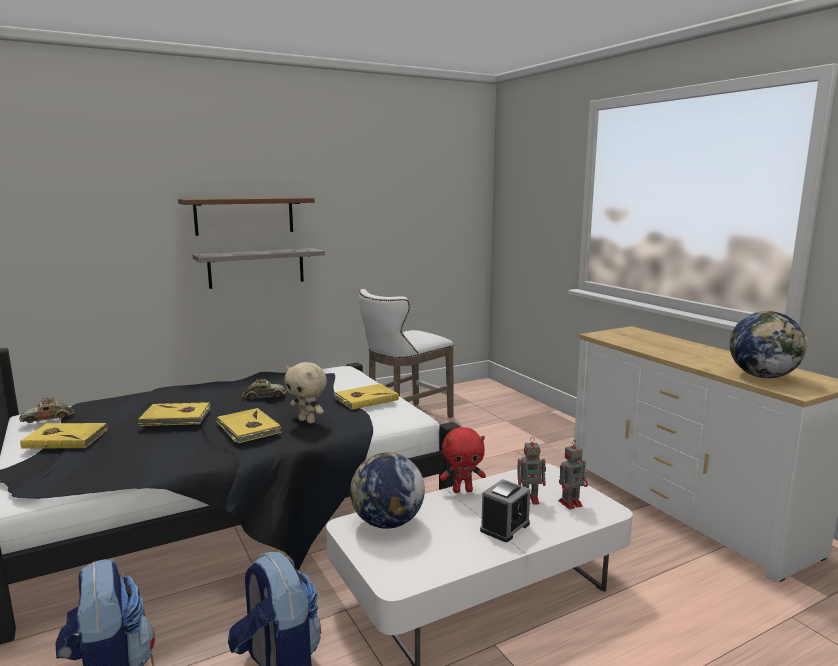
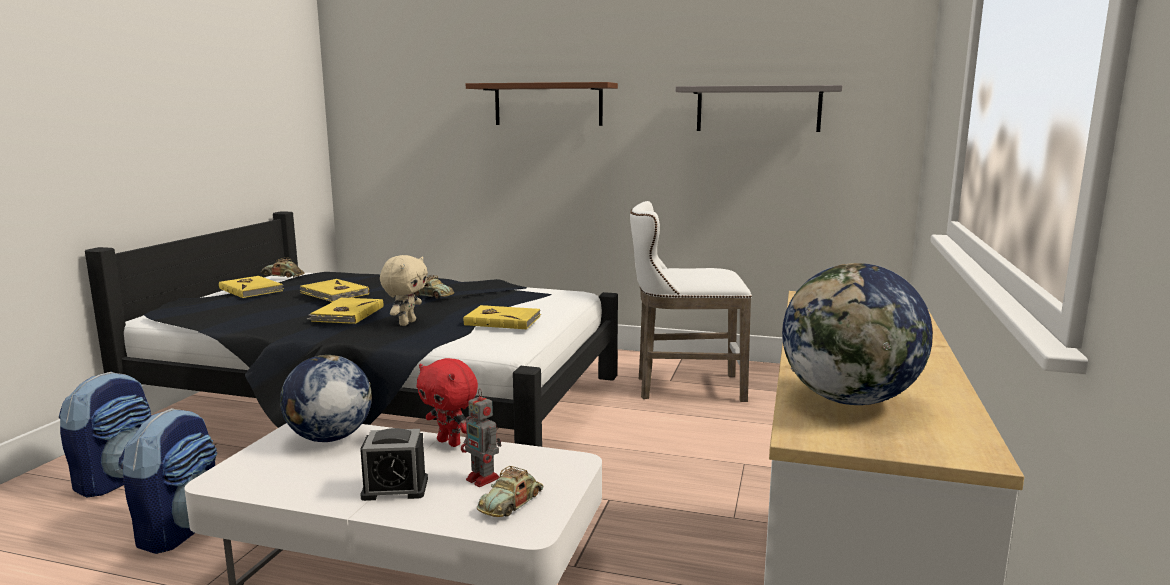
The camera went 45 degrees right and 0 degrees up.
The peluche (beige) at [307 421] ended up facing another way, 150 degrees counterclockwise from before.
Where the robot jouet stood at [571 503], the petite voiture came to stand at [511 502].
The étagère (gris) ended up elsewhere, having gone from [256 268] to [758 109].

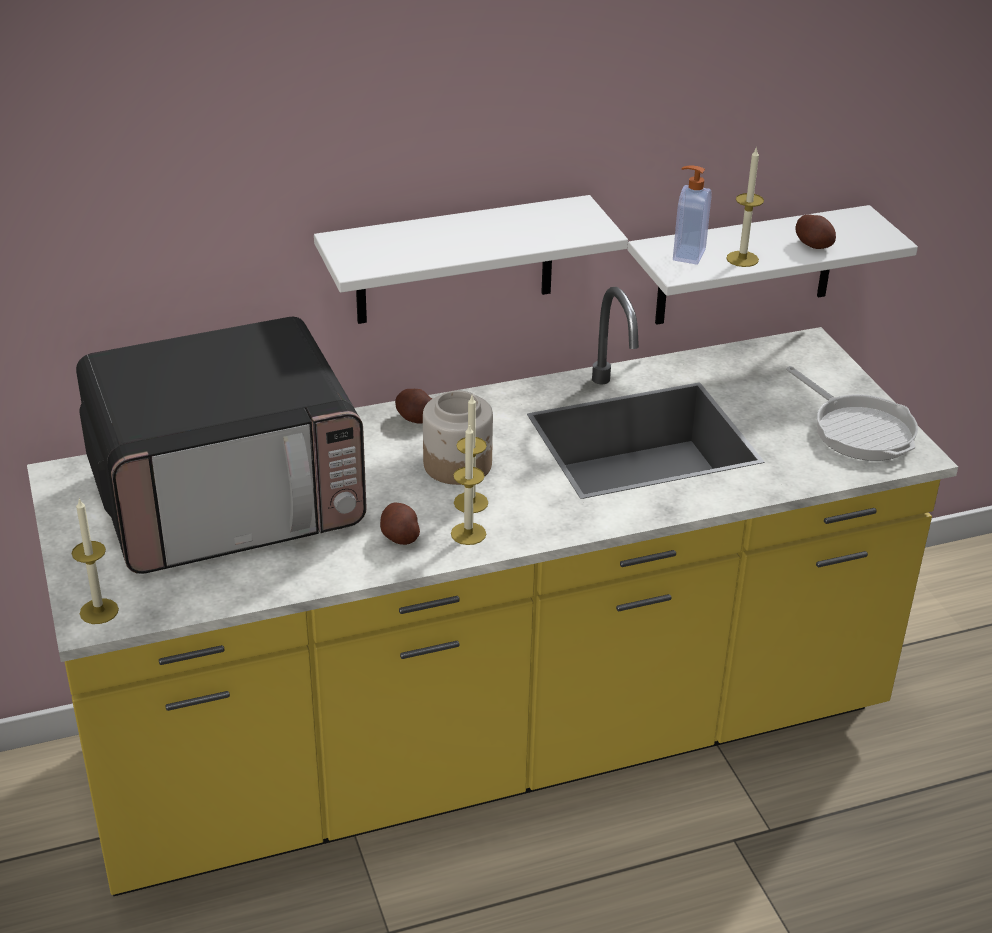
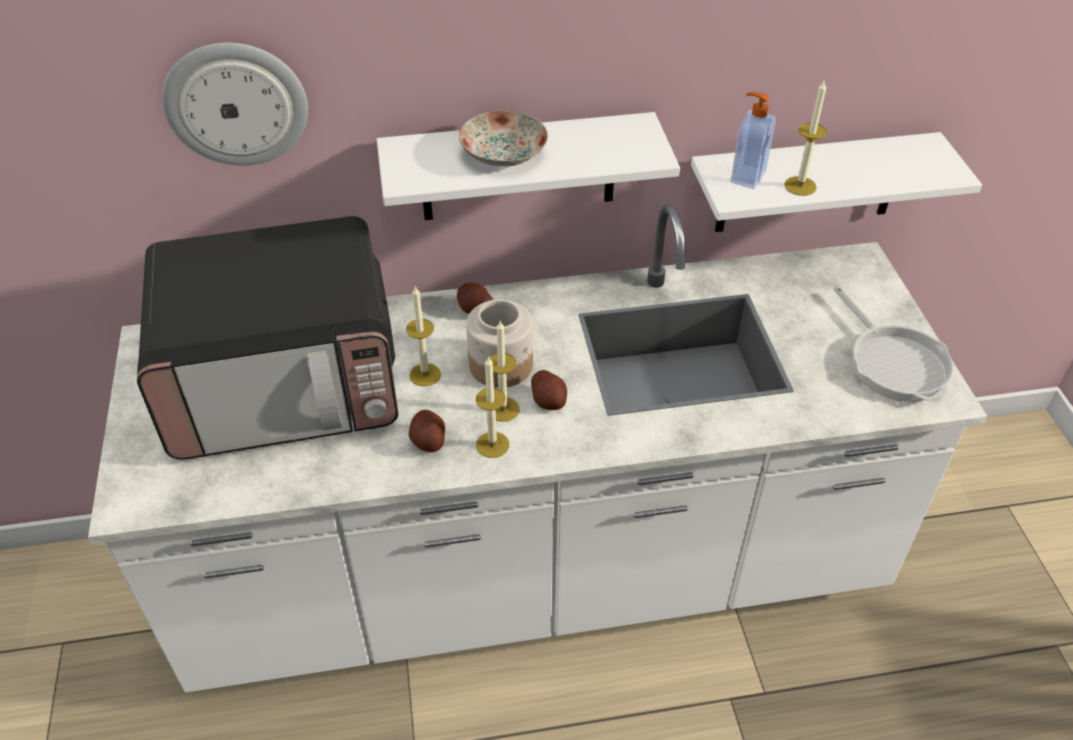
The camera went 10 degrees right and 10 degrees up.
What was the comptoir de cuisine (jaune) at [490 743] turned into the comptoir de cuisine (blanc) at [536 572].
The second view gained the horloge murale at [236 103].
The bougie ended up elsewhere, having gone from [99 611] to [425 374].
The second view gained the assiette at [502 154].
The pomme de terre ended up elsewhere, having gone from [814 245] to [549 400].

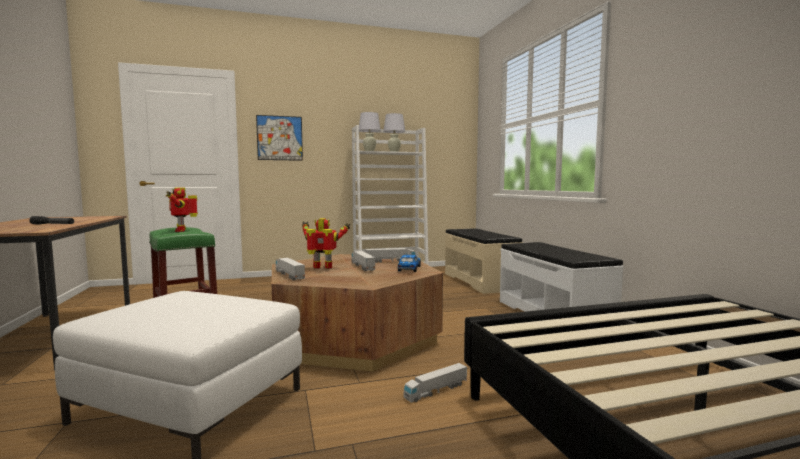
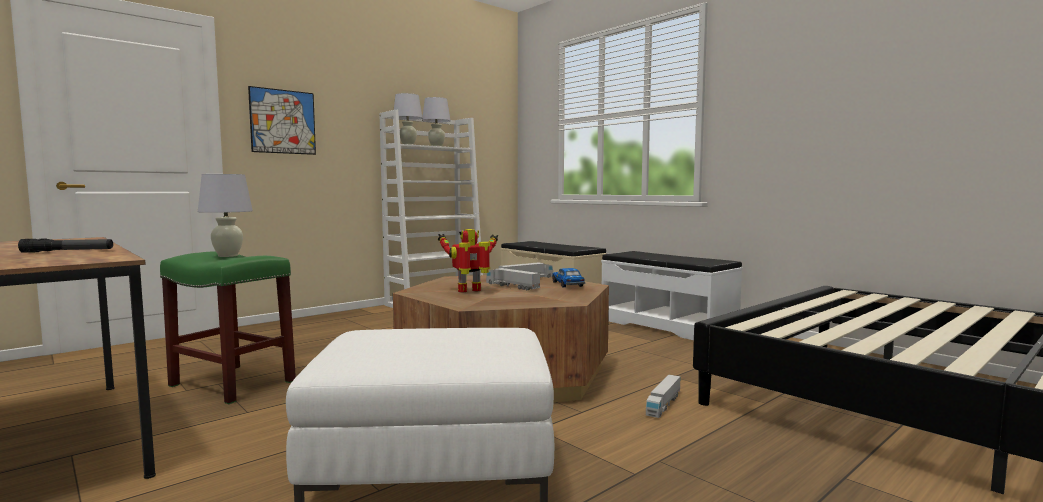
The camera went 25 degrees left and 0 degrees up.
Where the robot jouet stood at [182 230], the lampe de table (blanc) came to stand at [228 256].
The second view lost the camion jouet at [289 275].

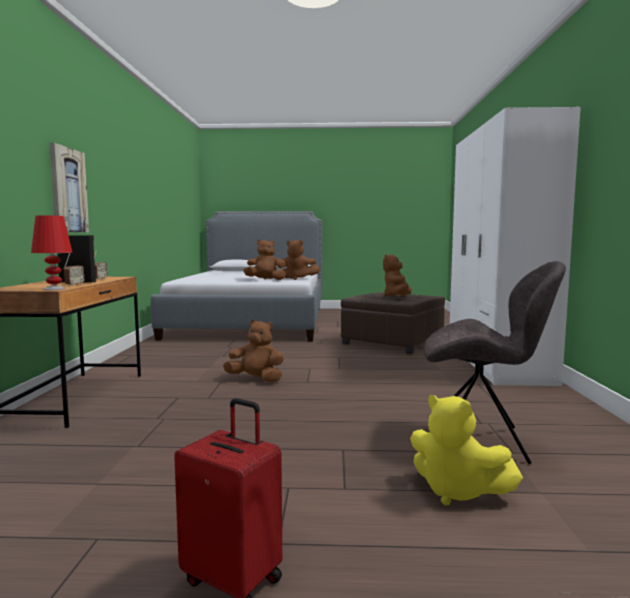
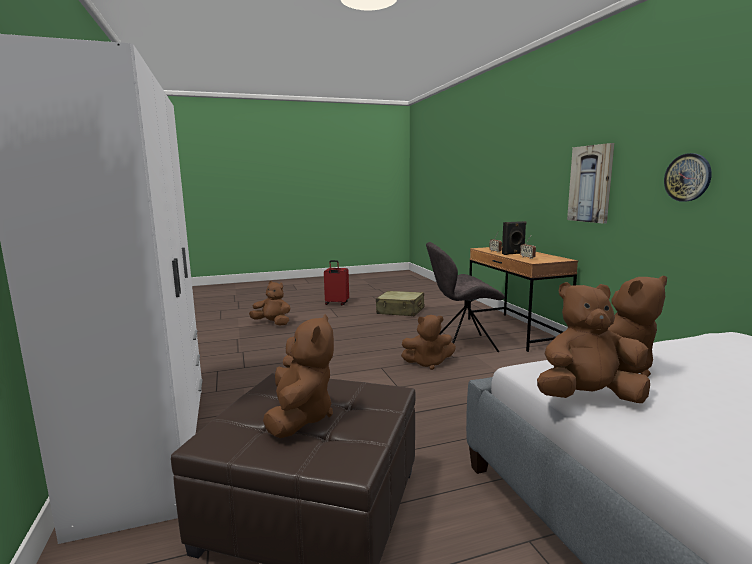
The camera went 160 degrees right and 5 degrees up.
What was the peluche (jaune) at [456 491] turned into the peluche (marron) at [272 323].
The second view gained the valise (beige) at [400 311].
The chaise (gris) ended up elsewhere, having gone from [481 441] to [462 345].
The second view gained the horloge murale at [687 177].
The second view lost the lampe de table (rouge) at [54 289].

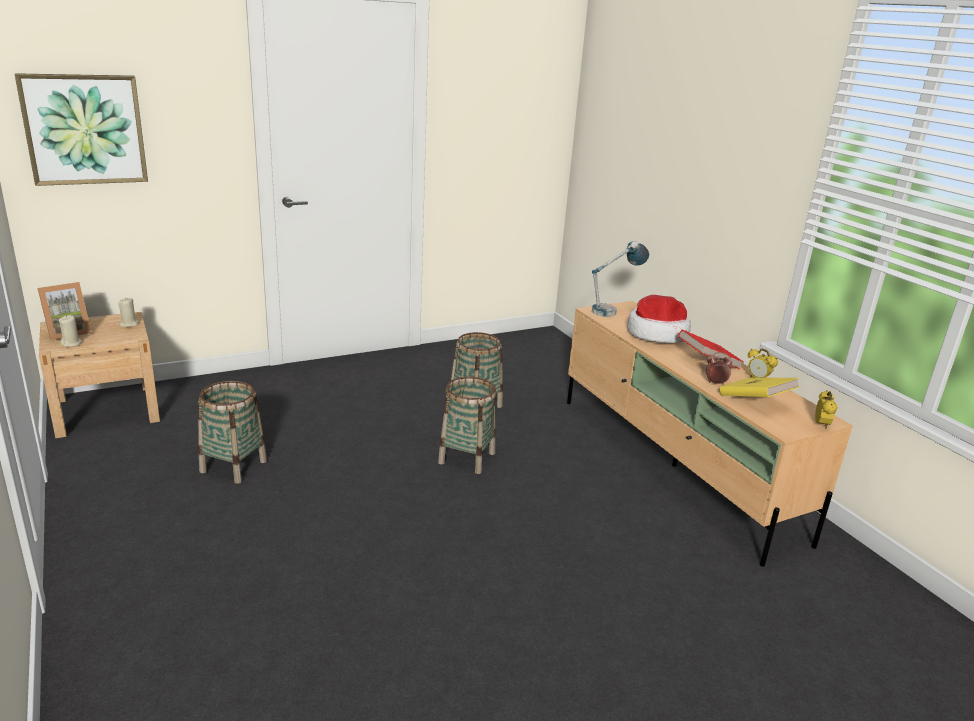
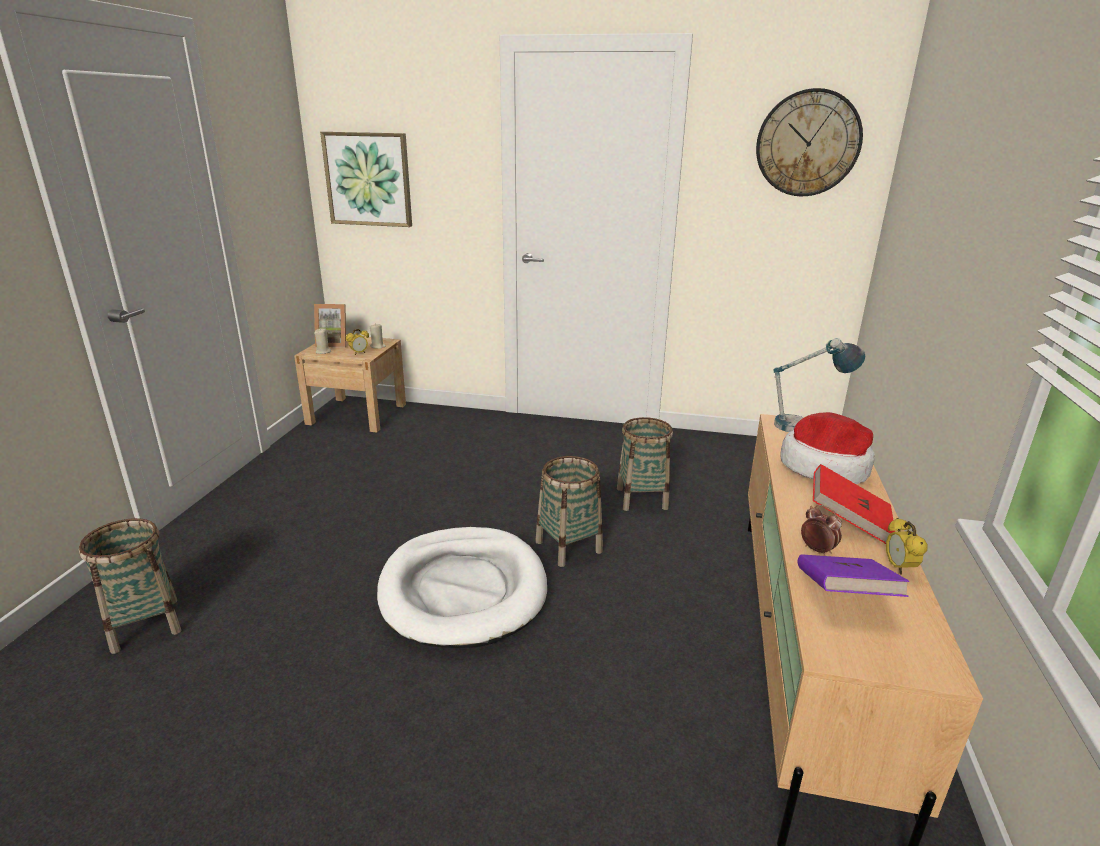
The camera went 40 degrees right and 0 degrees up.
The panier ended up elsewhere, having gone from [234 466] to [145 625].
The réveil ended up elsewhere, having gone from [821 425] to [359 353].
The second view gained the panier pour chien (blanc) at [463 590].
The second view gained the horloge murale at [808 143].
What was the livre (jaune) at [755 401] turned into the livre (violet) at [843 595].

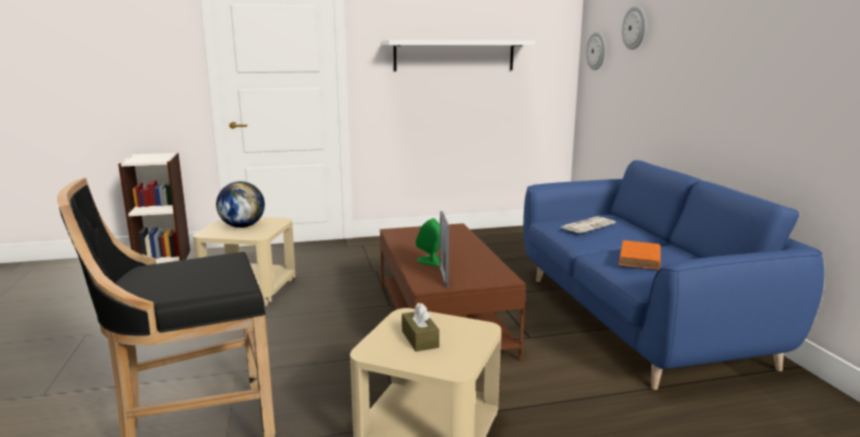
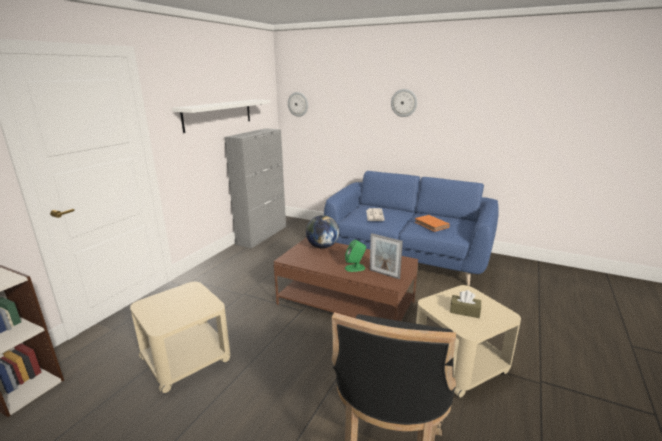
The camera went 50 degrees left and 5 degrees up.
The second view gained the meuble de rangement (gris) at [262 235].
The globe ended up elsewhere, having gone from [242 226] to [322 246].
The horloge murale ended up elsewhere, having gone from [634 28] to [404 103].

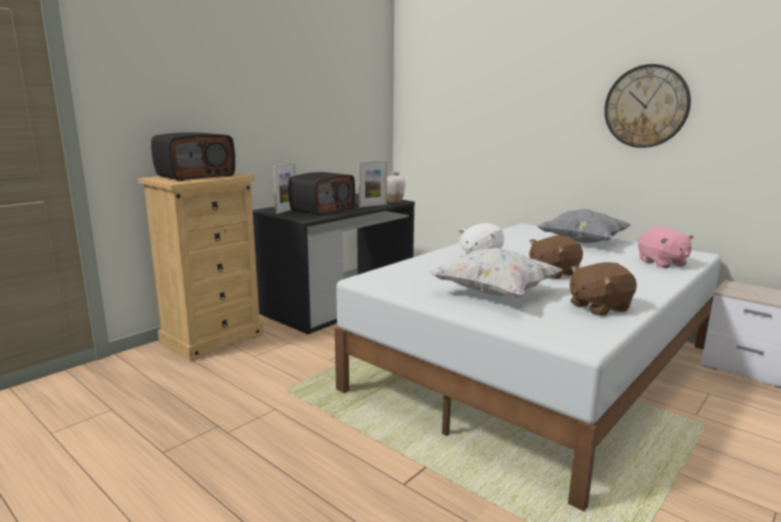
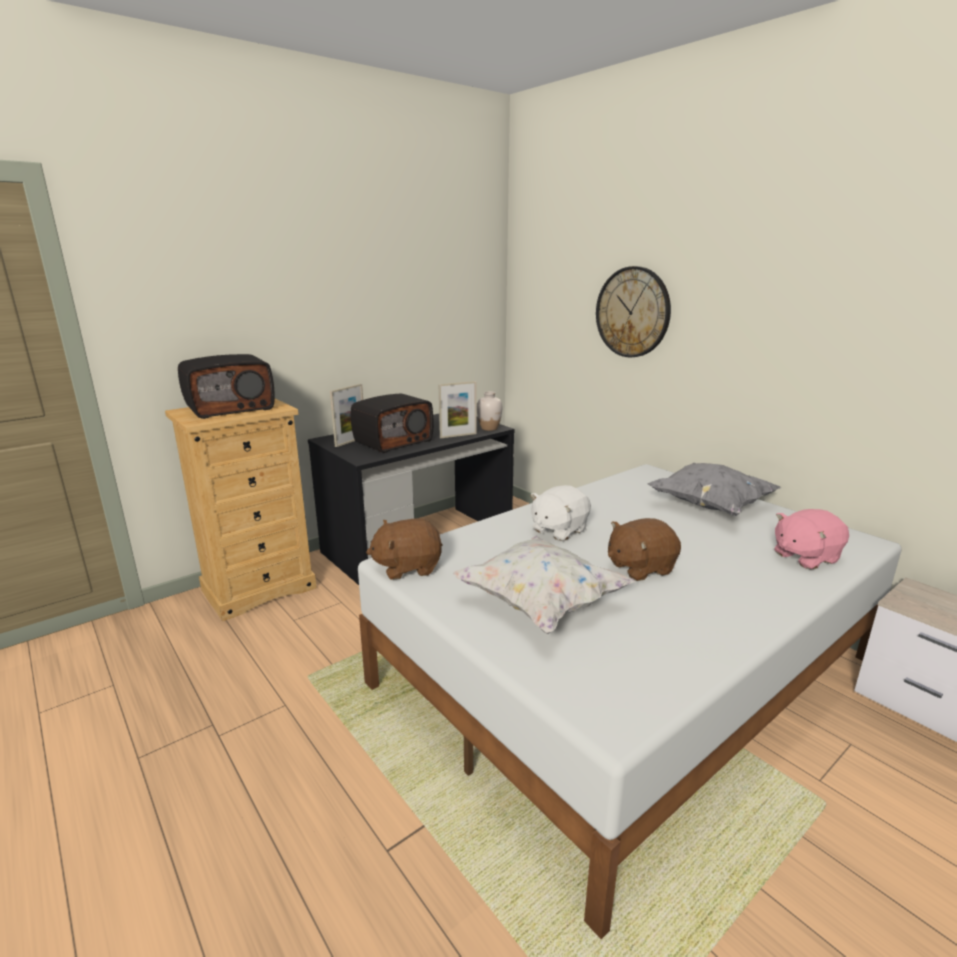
The camera went 10 degrees right and 5 degrees up.
The peluche (marron) ended up elsewhere, having gone from [598 307] to [407 567].
The horloge murale ended up elsewhere, having gone from [646 106] to [632 312].
The peluche (rose) at [662 263] ended up facing another way, 75 degrees clockwise from before.

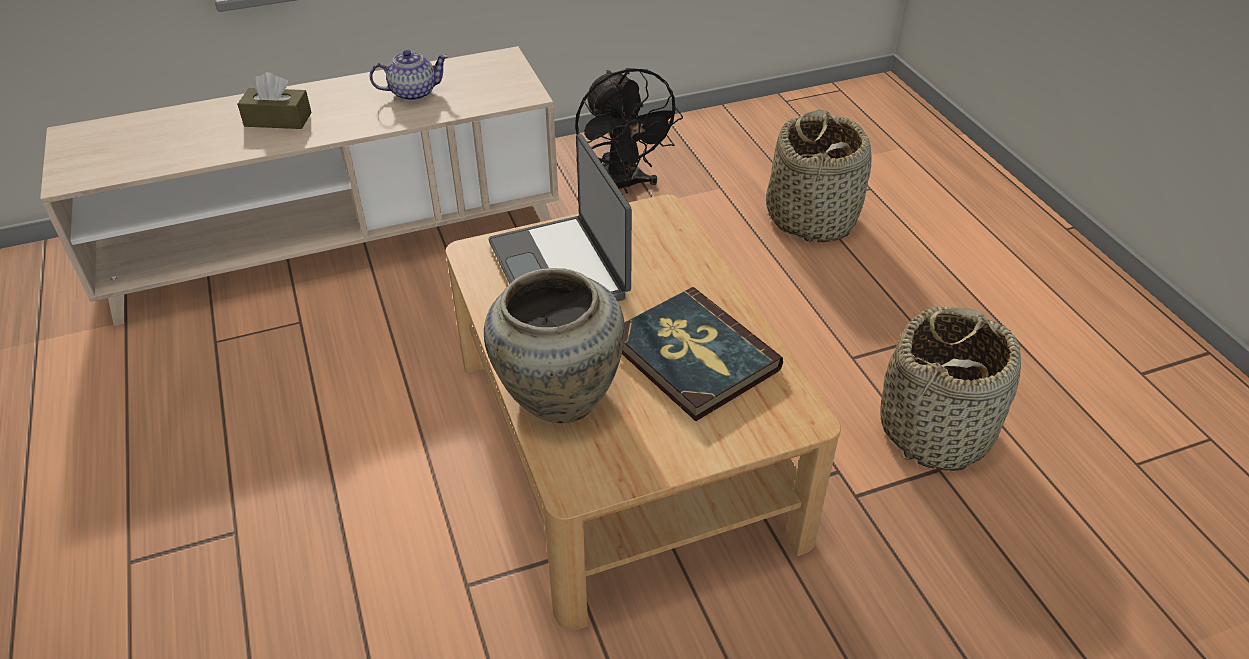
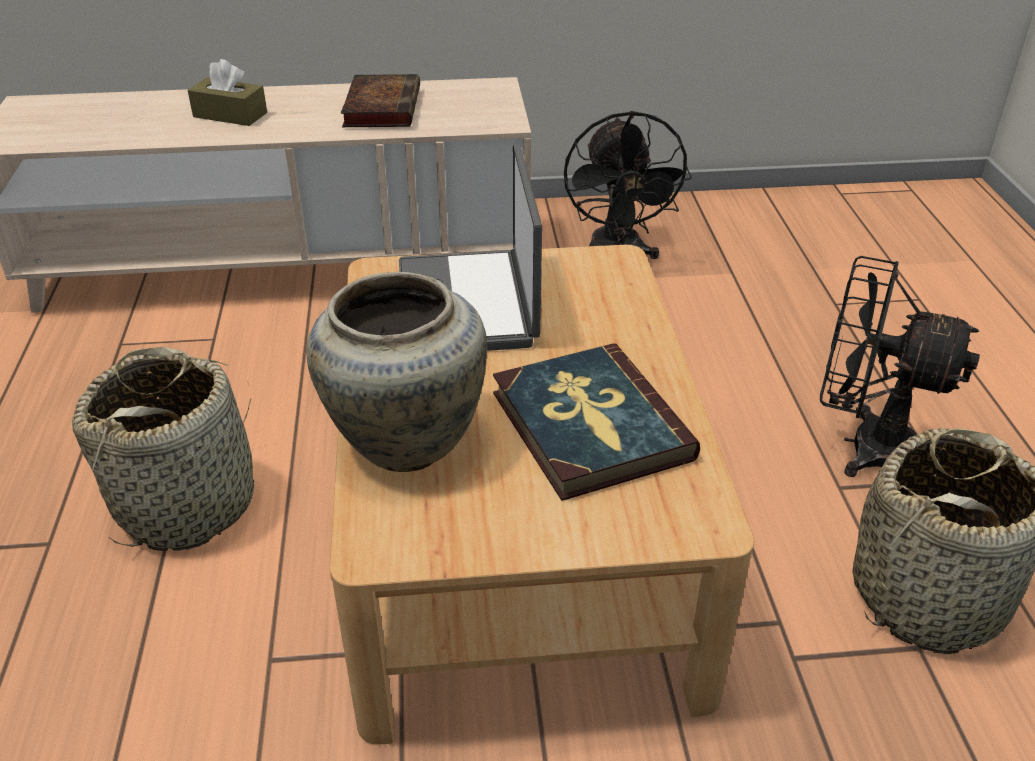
The camera went 15 degrees right and 5 degrees down.
The panier ended up elsewhere, having gone from [812 217] to [188 503].
Where the théière stood at [413 93], the livre came to stand at [381 107].
The second view gained the ventilateur (noir) at [864 445].

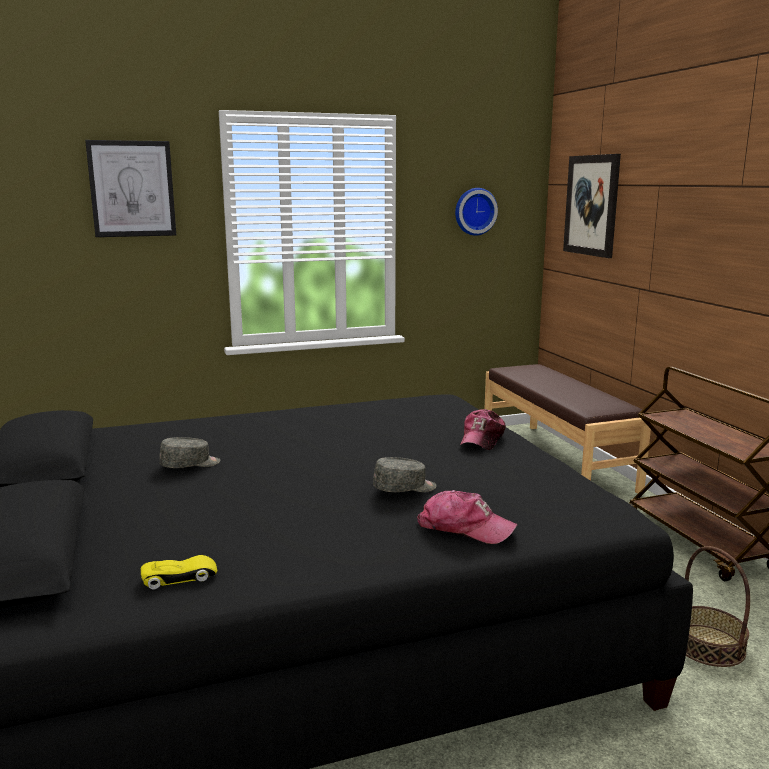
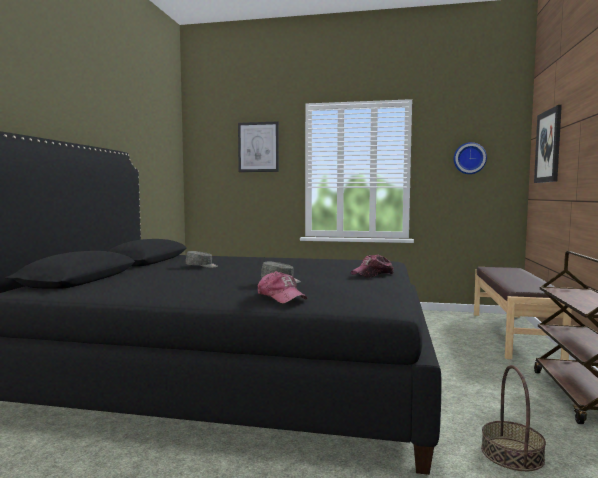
The camera went 30 degrees right and 10 degrees down.
The second view lost the petite voiture (jaune) at [180 577].

